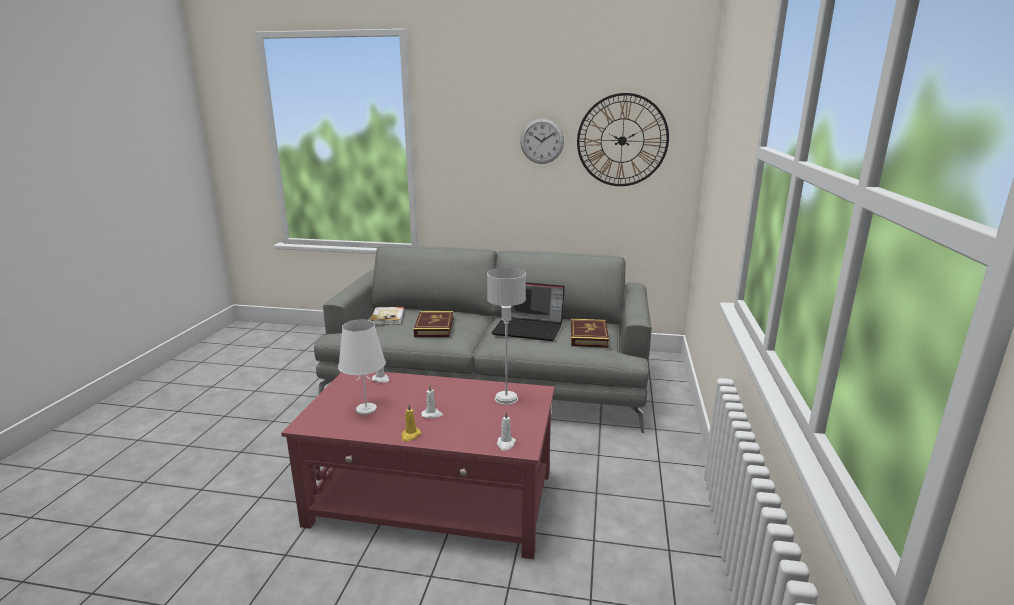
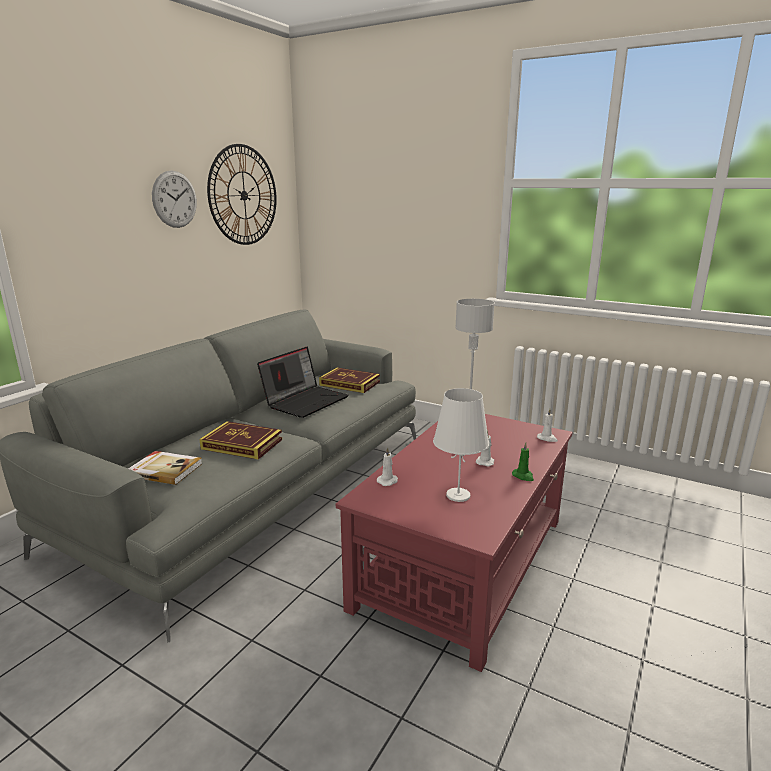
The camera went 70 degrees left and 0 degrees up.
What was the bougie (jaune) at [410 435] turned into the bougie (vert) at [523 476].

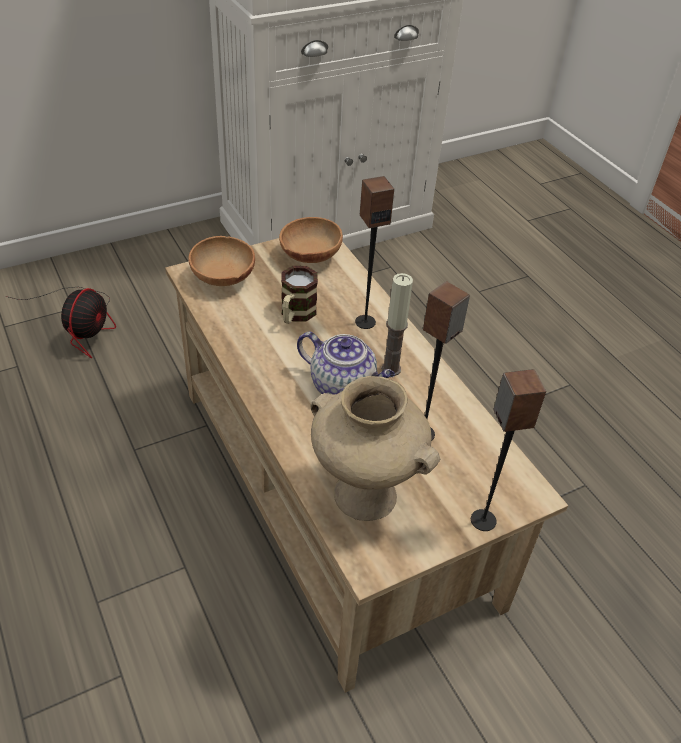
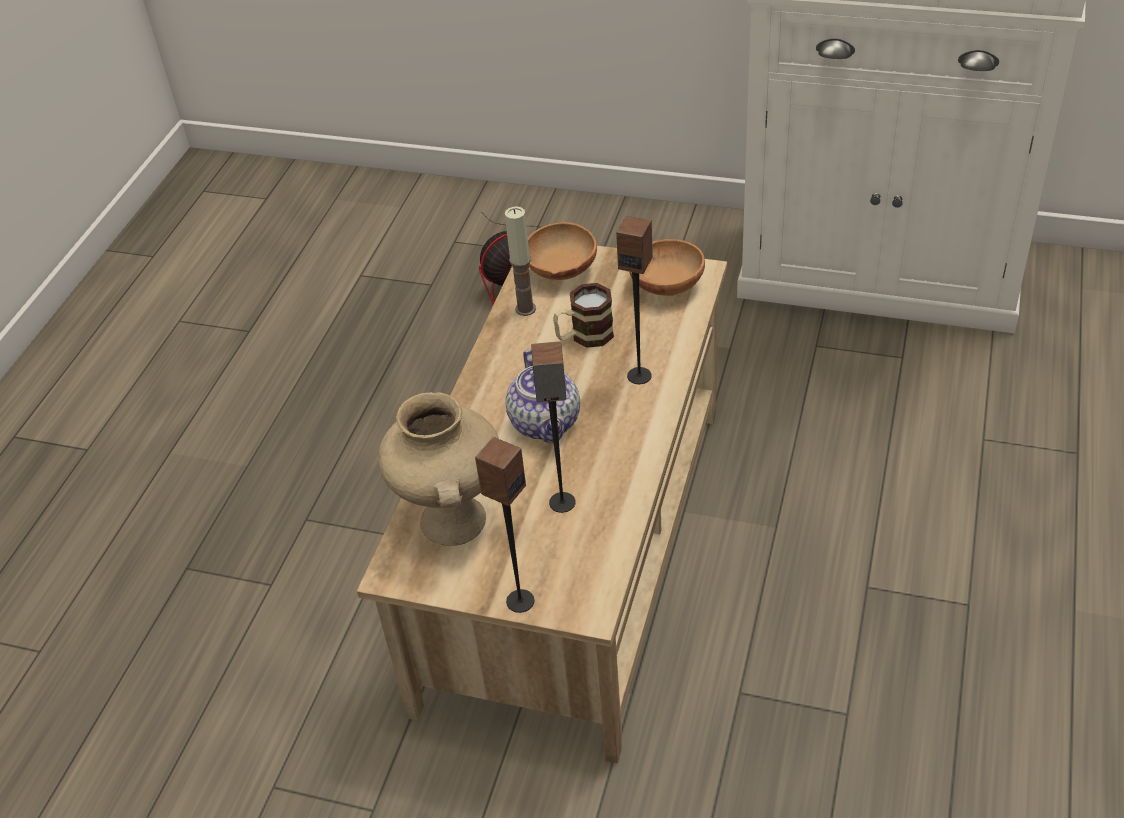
The camera went 50 degrees right and 0 degrees up.
The bougie ended up elsewhere, having gone from [391 369] to [525 309].

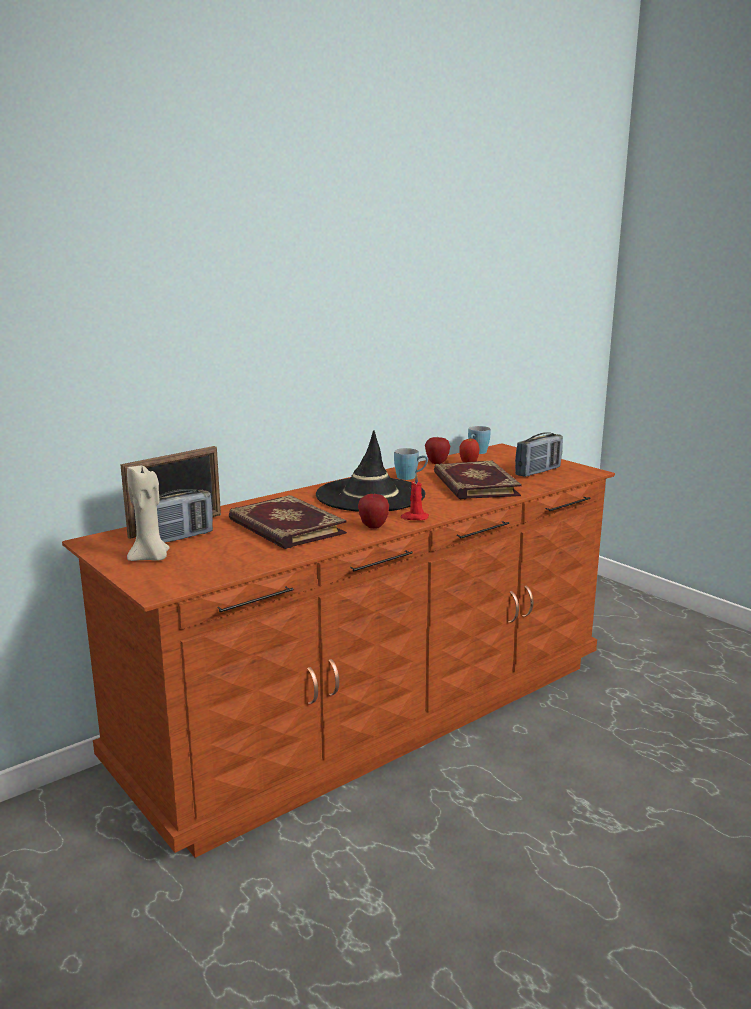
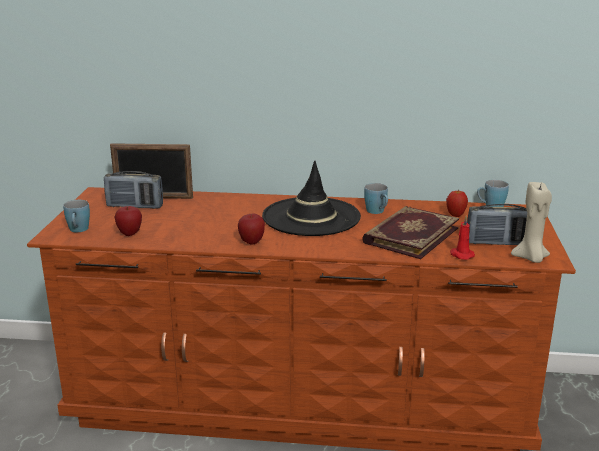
The camera went 45 degrees right and 5 degrees up.
The second view gained the mug (bleu) at [78 230].
The pomme ended up elsewhere, having gone from [437 463] to [130 234].
The bougie (rouge) ended up elsewhere, having gone from [414 517] to [461 255].
The bougie (beige) ended up elsewhere, having gone from [151 558] to [530 258].
The second view lost the livre at [285 527].

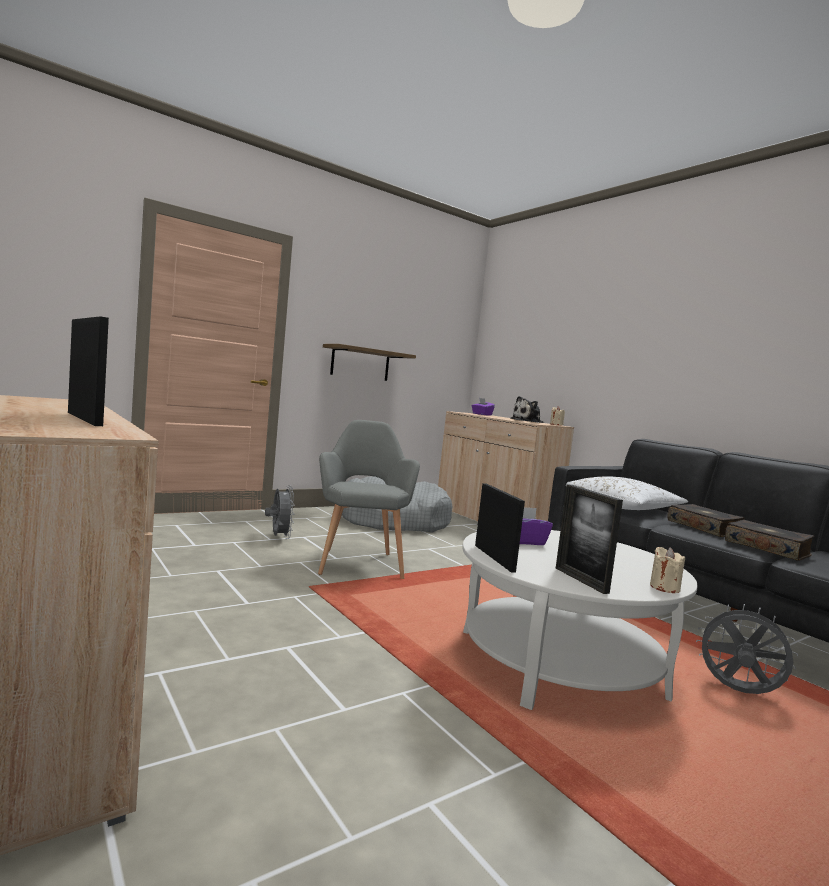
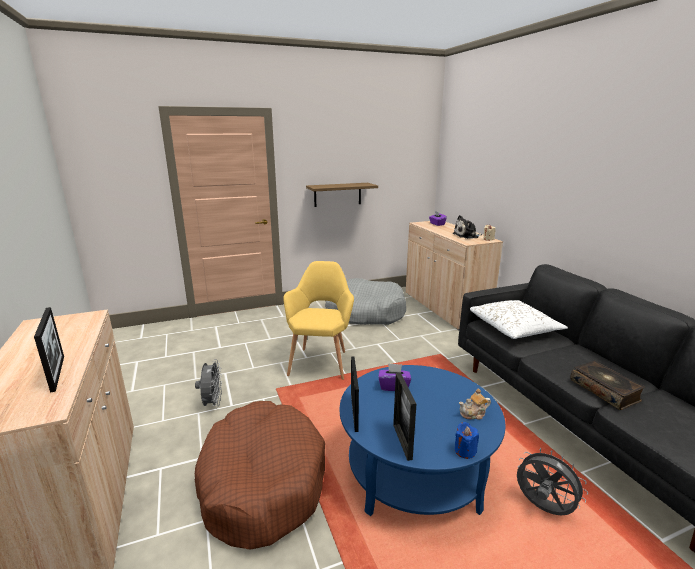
The camera went 15 degrees right and 15 degrees up.
The ventilateur (gris) ended up elsewhere, having gone from [278 537] to [212 403].
The second view gained the panier pour chien (marron) at [261 481].
What was the fauteuil (gris) at [360 562] turned into the fauteuil (jaune) at [321 361].
What was the table basse (blanc) at [559 663] turned into the table basse (bleu) at [415 470].
What was the bougie (beige) at [664 588] turned into the bougie (bleu) at [465 451].
The second view gained the théière at [473 414].
The second view lost the livre at [704 528].

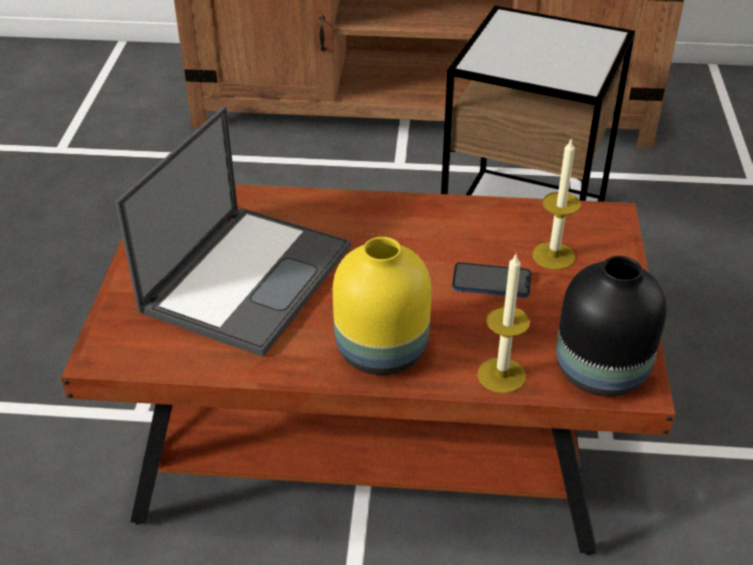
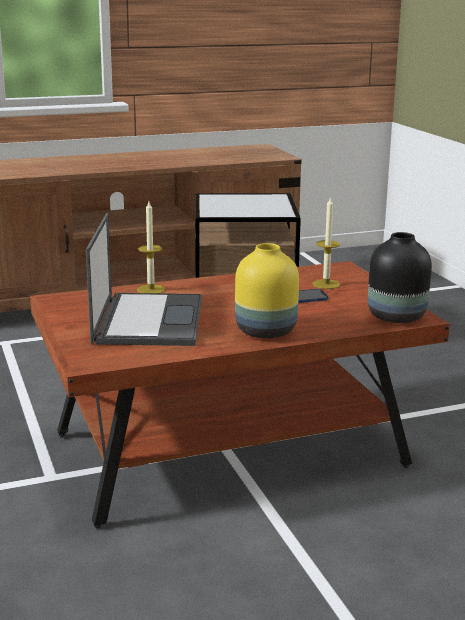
The camera went 25 degrees left and 20 degrees down.
The bougie ended up elsewhere, having gone from [501 375] to [151 289].

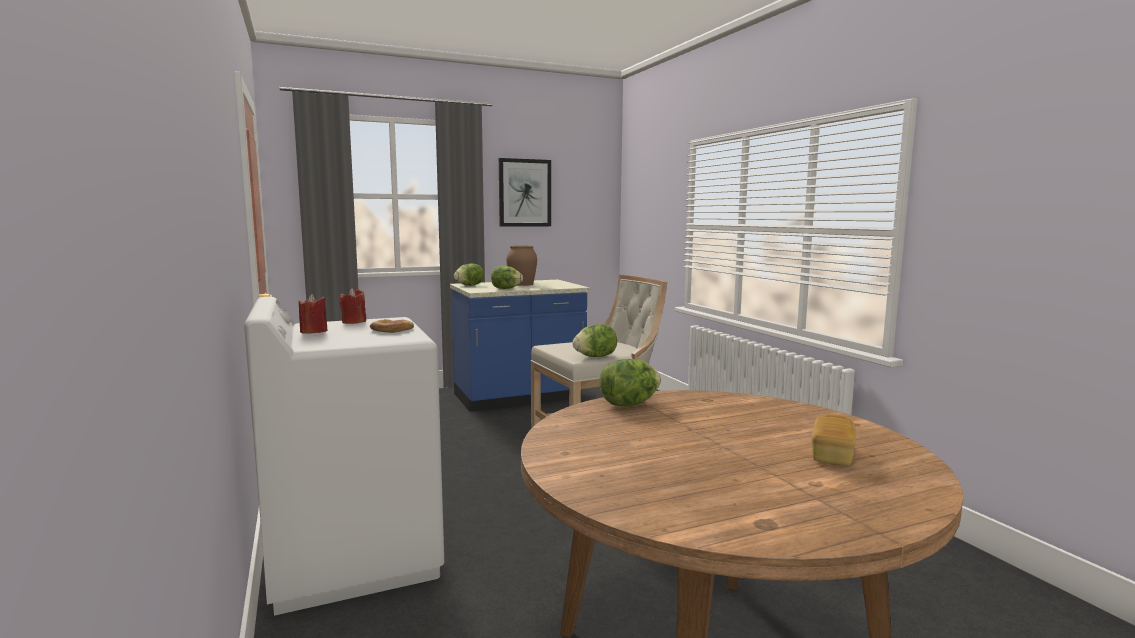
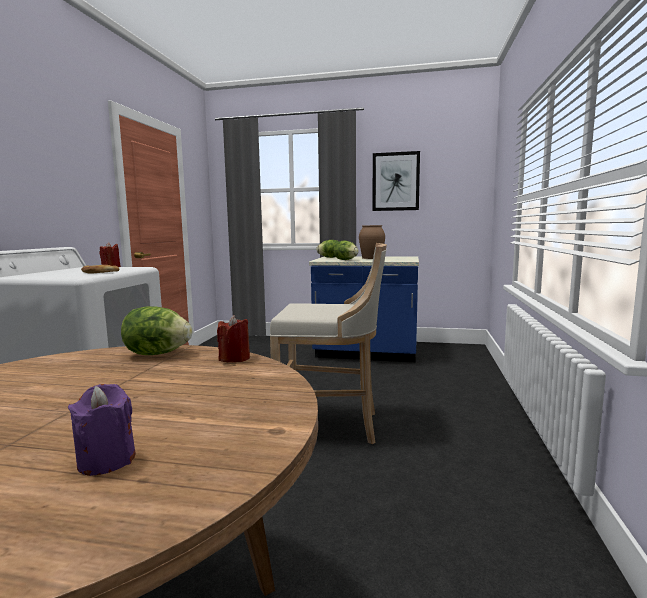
The camera went 35 degrees right and 0 degrees up.
Where the pain stood at [832 455], the bougie (violet) came to stand at [106 460].
The bougie (rouge) ended up elsewhere, having gone from [314 331] to [234 358].
The second view lost the laitue at [595 357].

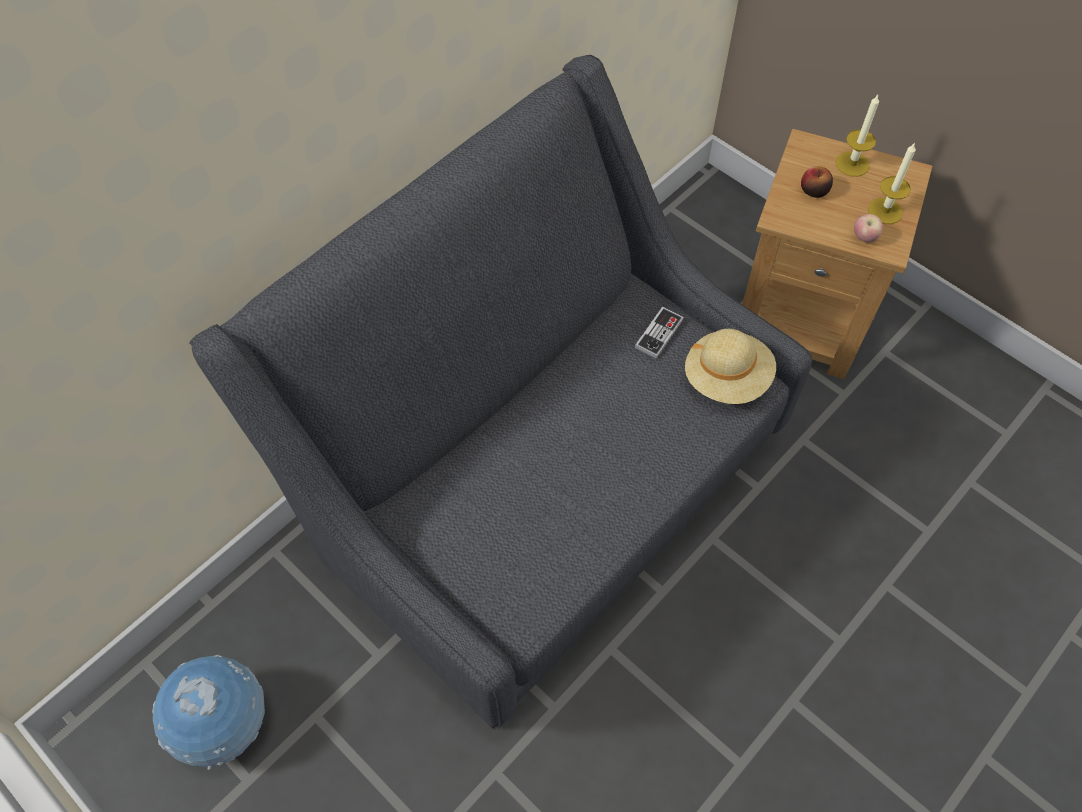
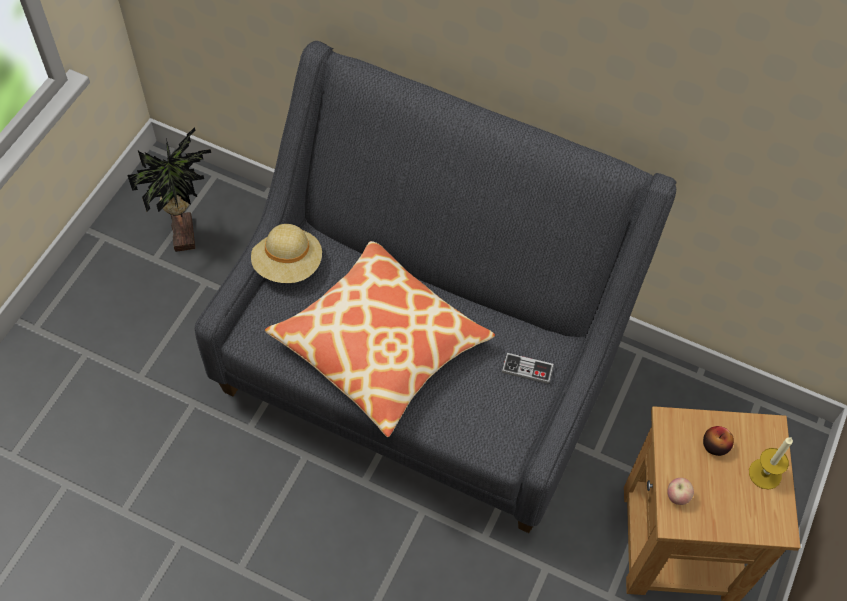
The camera went 70 degrees right and 0 degrees up.
Where the globe stood at [225 725], the plante en pot came to stand at [186 233].
The chapeau (beige) ended up elsewhere, having gone from [727 378] to [288 264].
The second view gained the coussin at [380 345].
The second view lost the bougie at [885 211].

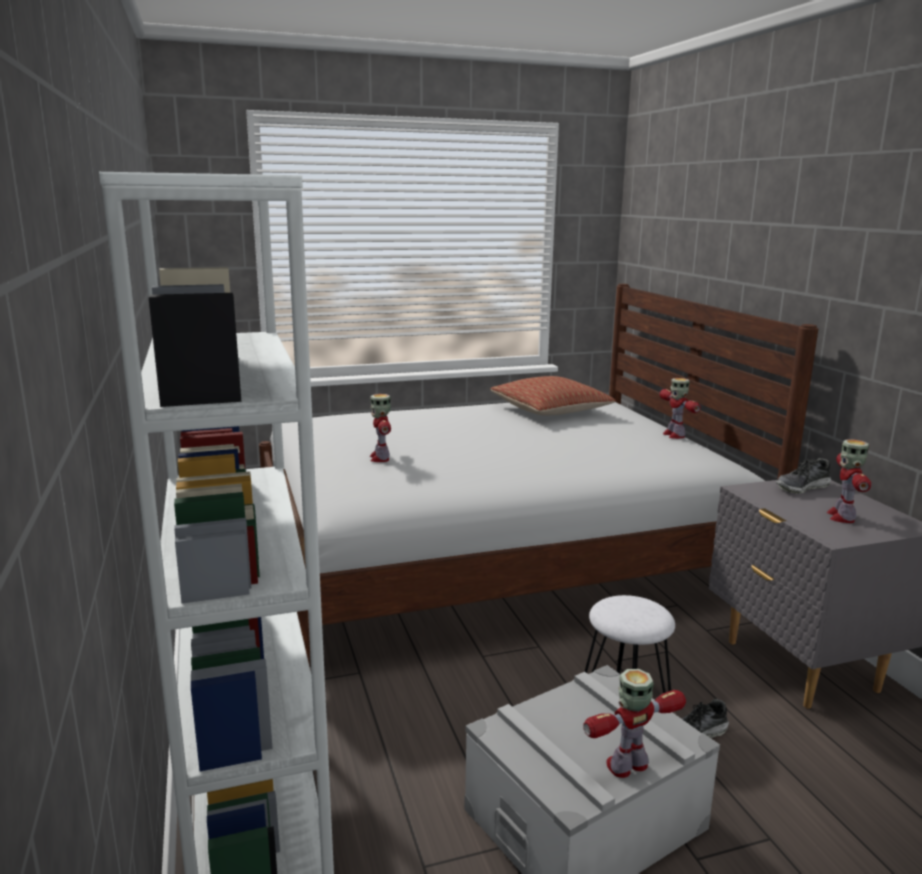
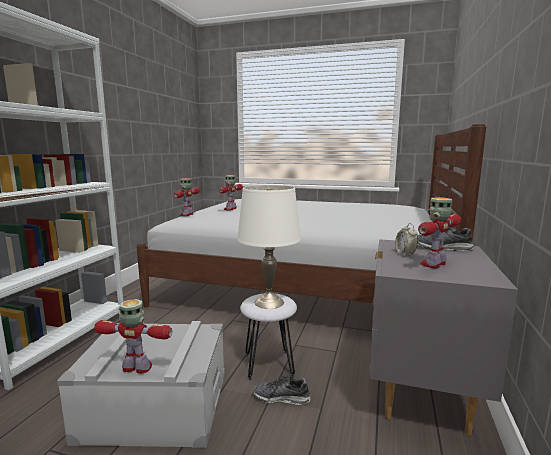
The camera went 35 degrees right and 5 degrees down.
The robot jouet ended up elsewhere, having gone from [674 435] to [187 215].
The second view gained the lampe de table (blanc) at [269 302].
The second view gained the réveil at [405 254].
The second view lost the coussin at [551 411].

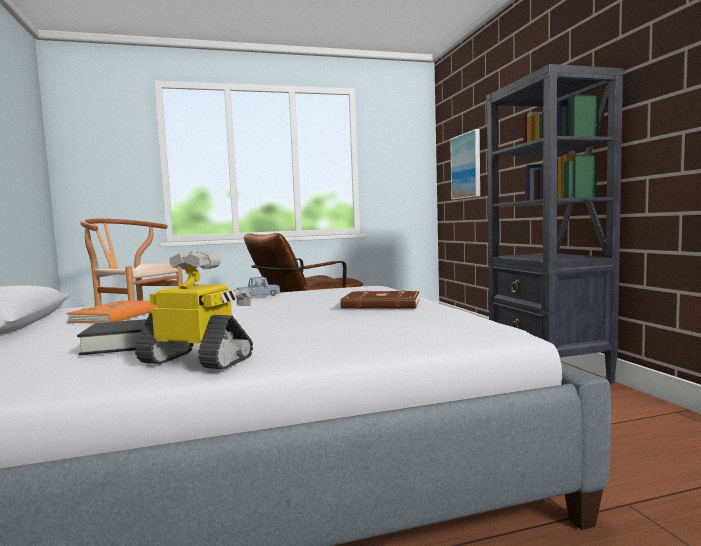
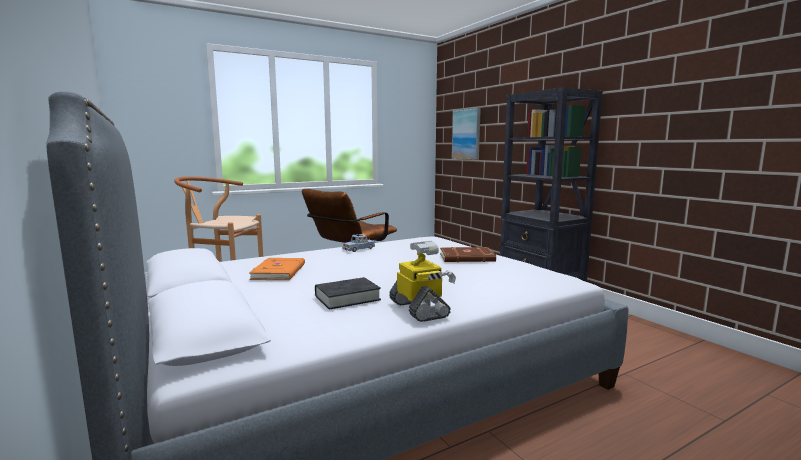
The camera went 15 degrees left and 5 degrees up.
The robot jouet at [198 360] ended up facing another way, 60 degrees clockwise from before.

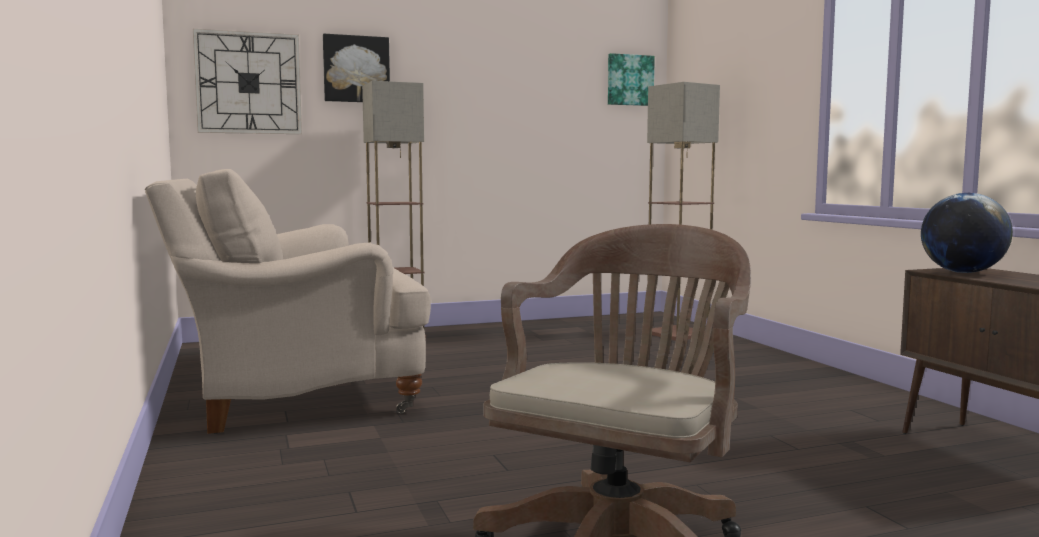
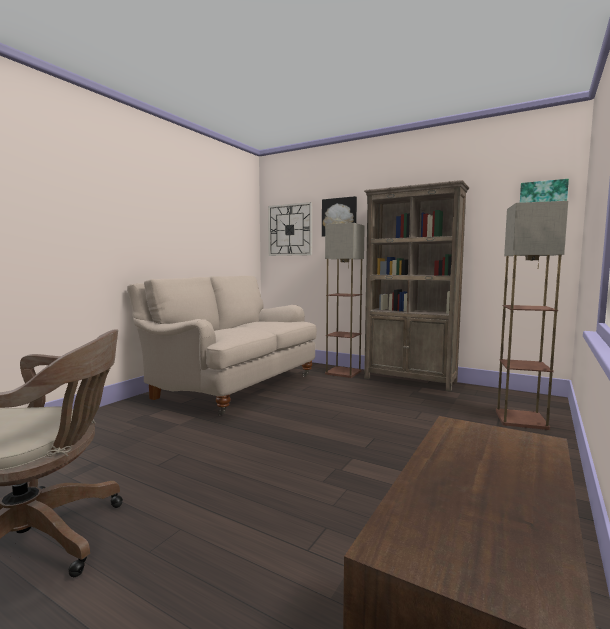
The camera went 50 degrees right and 0 degrees up.
The second view gained the bibliothèque (marron) at [410 380].
The second view lost the globe at [962 272].

